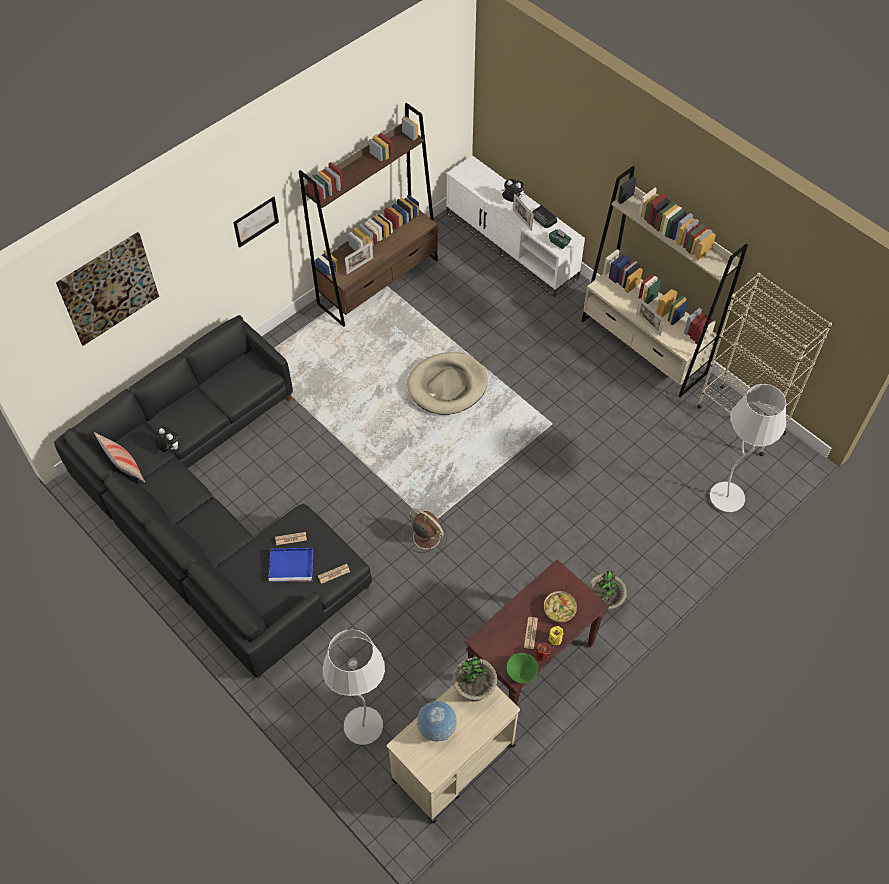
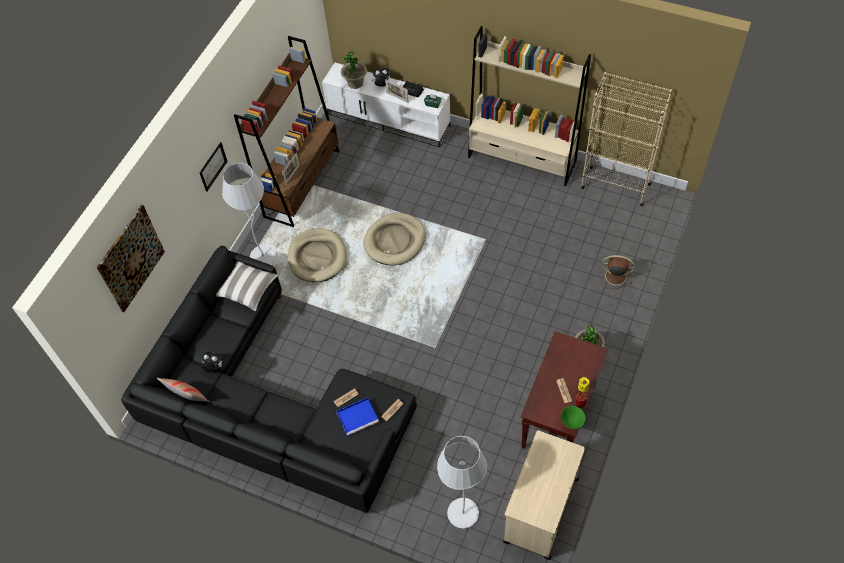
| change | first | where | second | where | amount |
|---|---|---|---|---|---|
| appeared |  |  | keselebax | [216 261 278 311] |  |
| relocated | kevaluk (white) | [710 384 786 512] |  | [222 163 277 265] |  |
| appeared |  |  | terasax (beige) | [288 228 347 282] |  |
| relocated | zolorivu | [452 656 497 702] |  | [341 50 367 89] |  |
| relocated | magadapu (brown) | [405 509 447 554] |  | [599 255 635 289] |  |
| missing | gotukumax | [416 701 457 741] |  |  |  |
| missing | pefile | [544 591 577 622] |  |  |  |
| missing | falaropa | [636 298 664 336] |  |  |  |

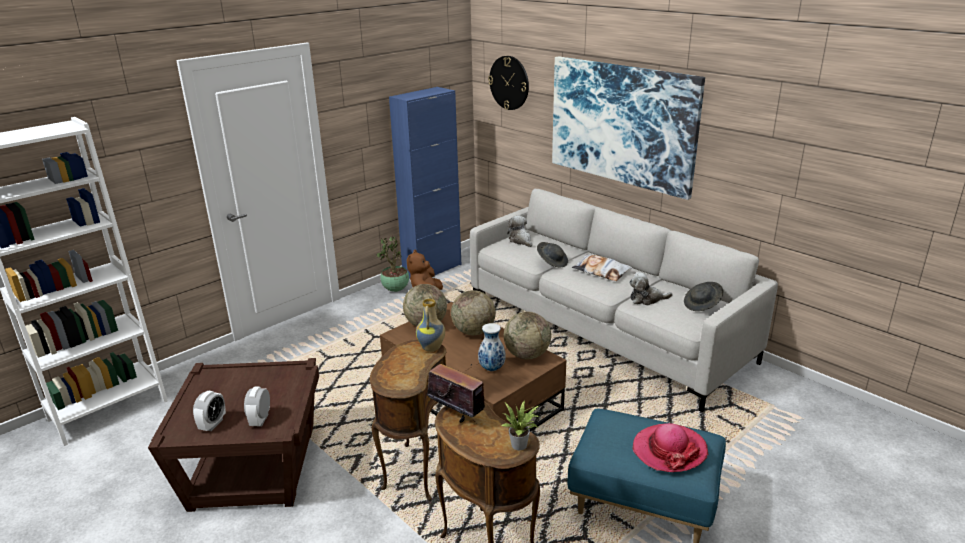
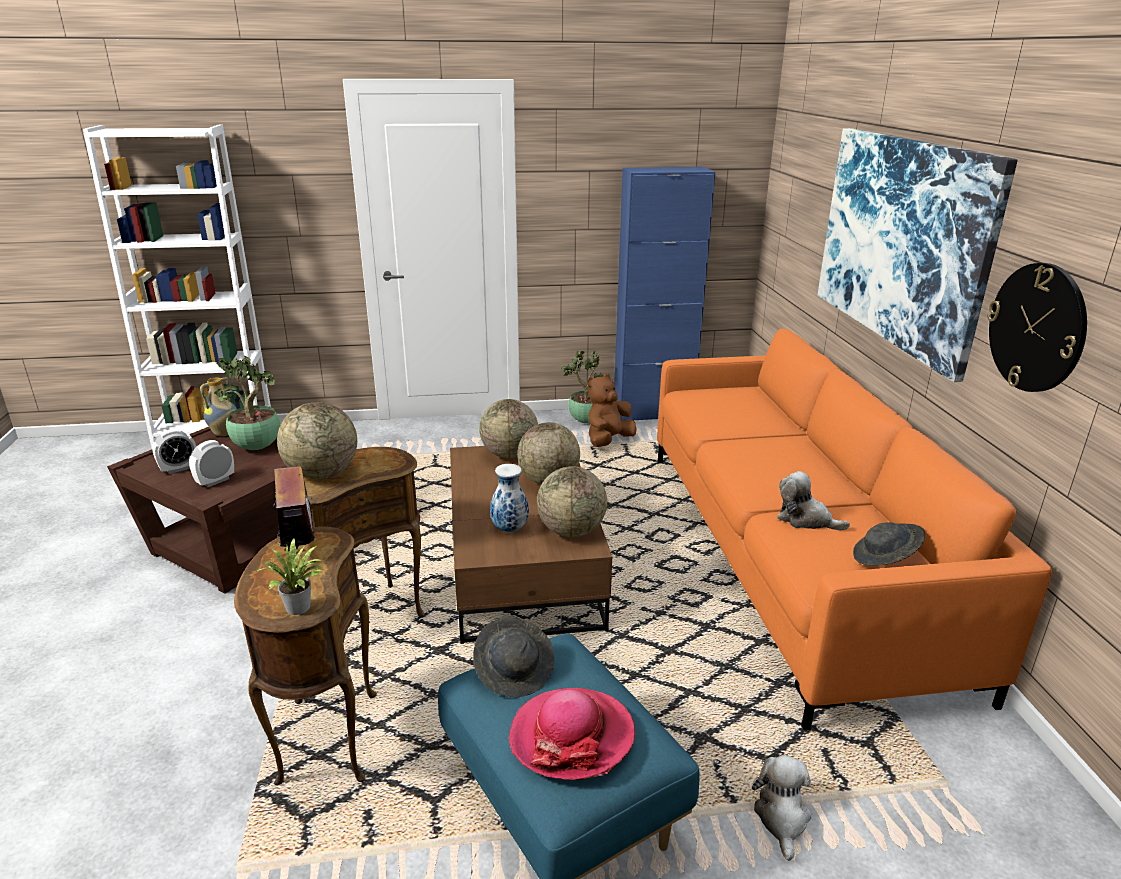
| change | first | where | second | where | amount |
|---|---|---|---|---|---|
| relocated | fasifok | [416 297 445 352] |  | [200 377 237 436] |  |
| appeared |  |  | zolorivu | [214 356 280 450] |  |
| appeared |  |  | gotukumax | [277 402 357 479] |  |
| relocated | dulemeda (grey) | [537 242 568 268] |  | [473 617 554 697] |  |
| colour | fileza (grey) | [470 189 778 412] | fileza (orange) | [657 328 1052 730] |  |
| relocated | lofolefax | [507 216 532 247] |  | [752 755 812 861] |  |
| relocated | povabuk | [488 56 529 110] |  | [987 263 1087 392] |  |
| missing | keselebax | [572 254 632 281] |  |  |  |

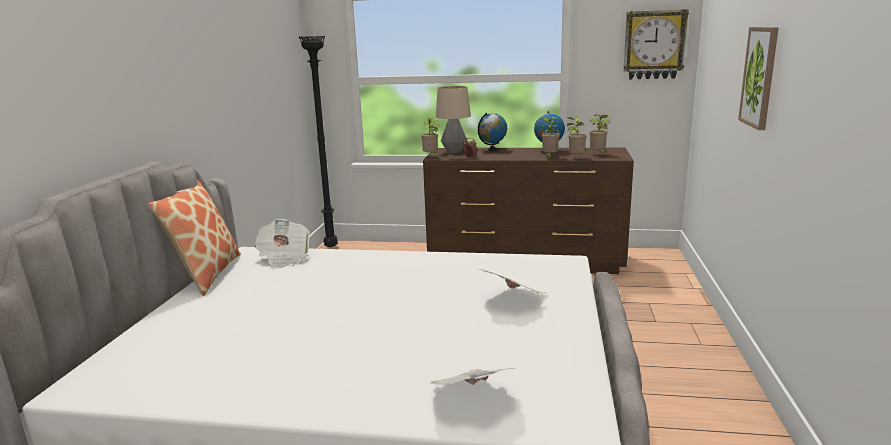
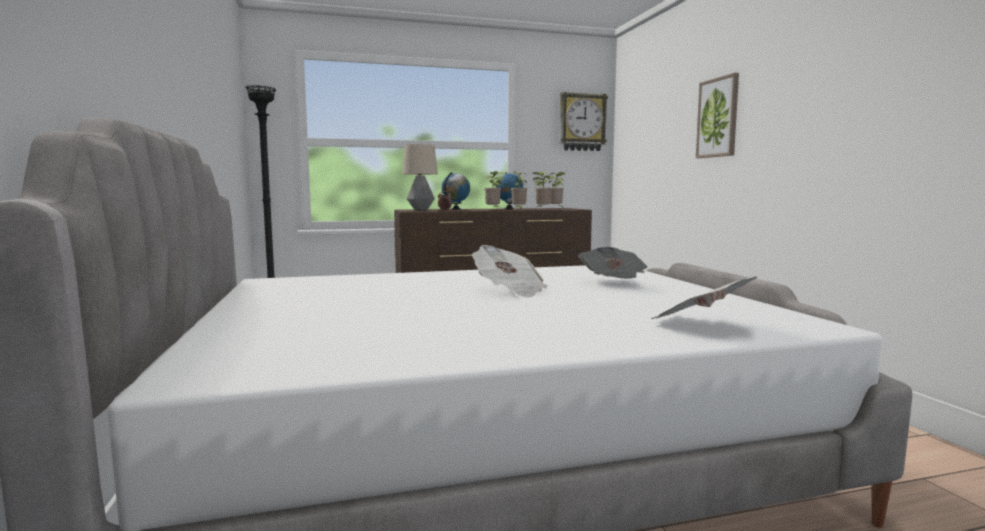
| change | first | where | second | where | amount |
|---|---|---|---|---|---|
| relocated | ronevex | [254 219 310 269] |  | [472 245 548 298] |  |
| relocated | zolorivu | [421 118 439 156] |  | [485 171 504 207] |  |
| missing | keselebax | [148 180 241 296] |  |  |  |

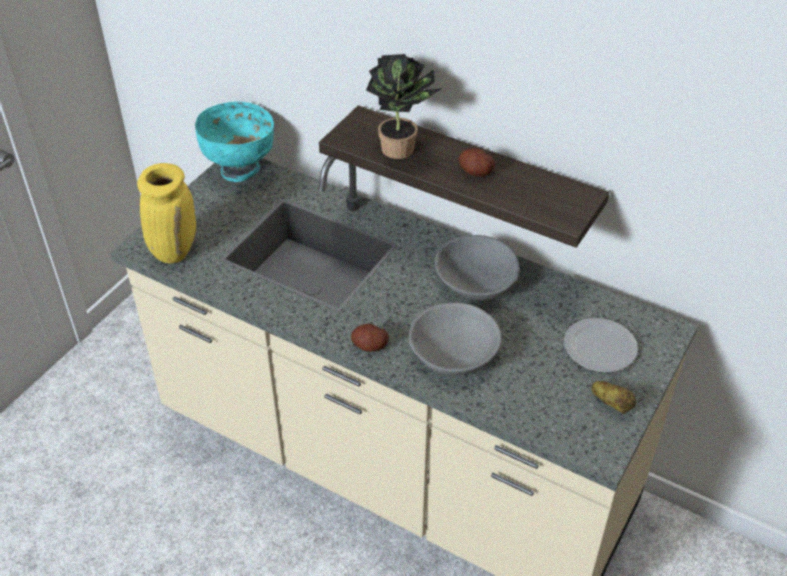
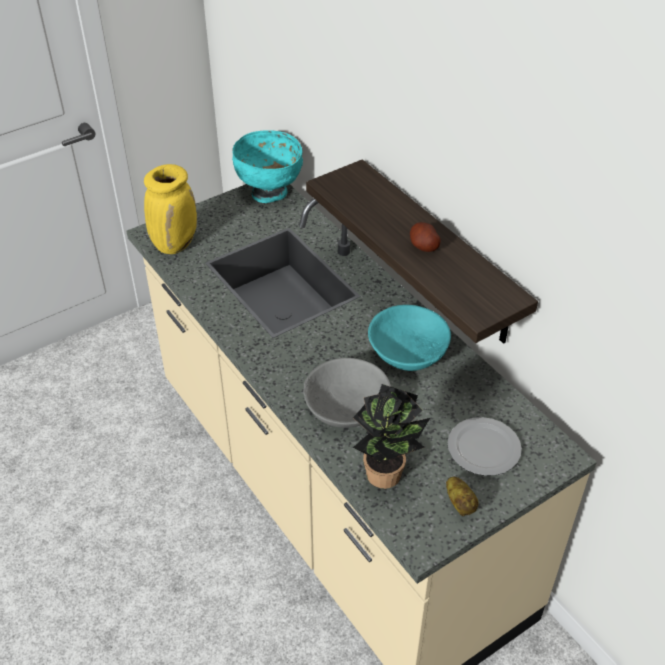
| change | first | where | second | where | amount |
|---|---|---|---|---|---|
| relocated | zolorivu | [366 54 442 159] |  | [353 384 430 489] |  |
| colour | pefile (grey) | [435 235 520 301] | pefile (turquoise) | [368 305 451 371] |  |
| missing | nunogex | [351 324 389 352] |  |  |  |

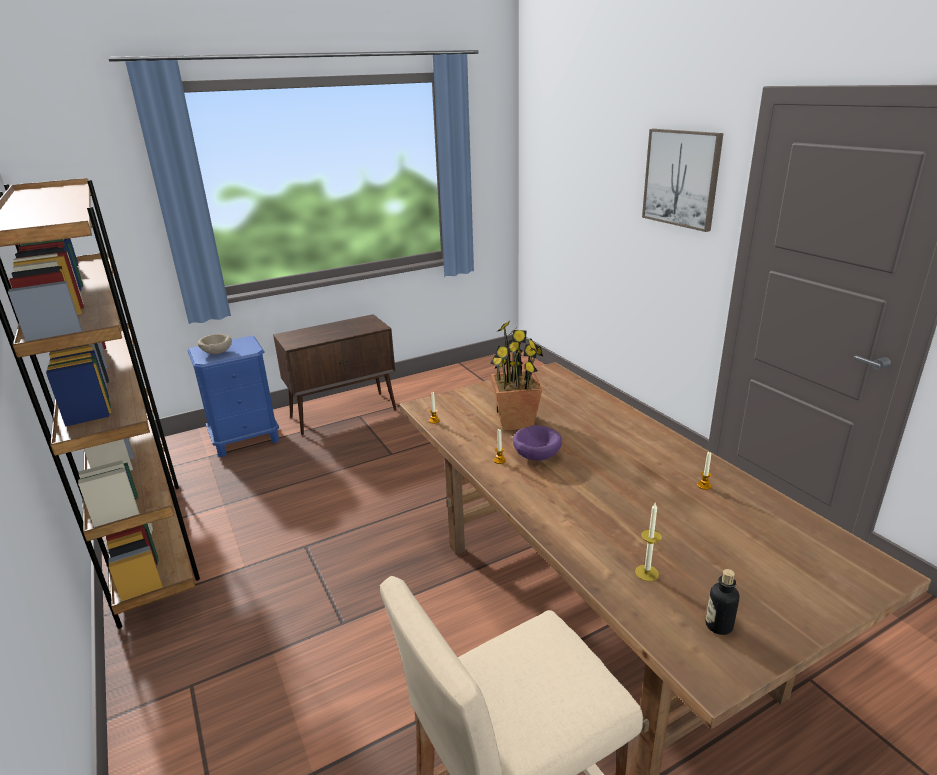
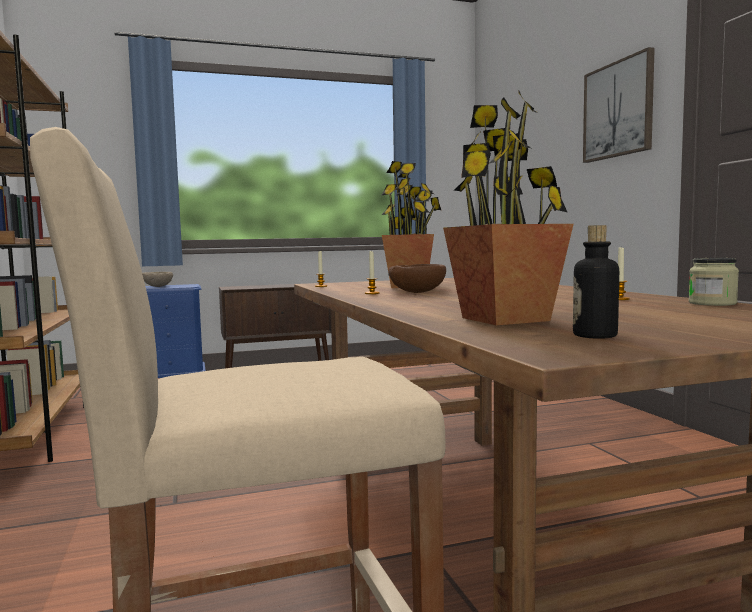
| change | first | where | second | where | amount |
|---|---|---|---|---|---|
| colour | pefile (purple) | [513 425 562 461] | pefile (brown) | [388 264 446 293] |  |
| exchanged | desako | [635 503 662 581] | zolorivu | [443 91 573 325] |  |
| appeared |  |  | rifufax | [688 258 739 306] |  |

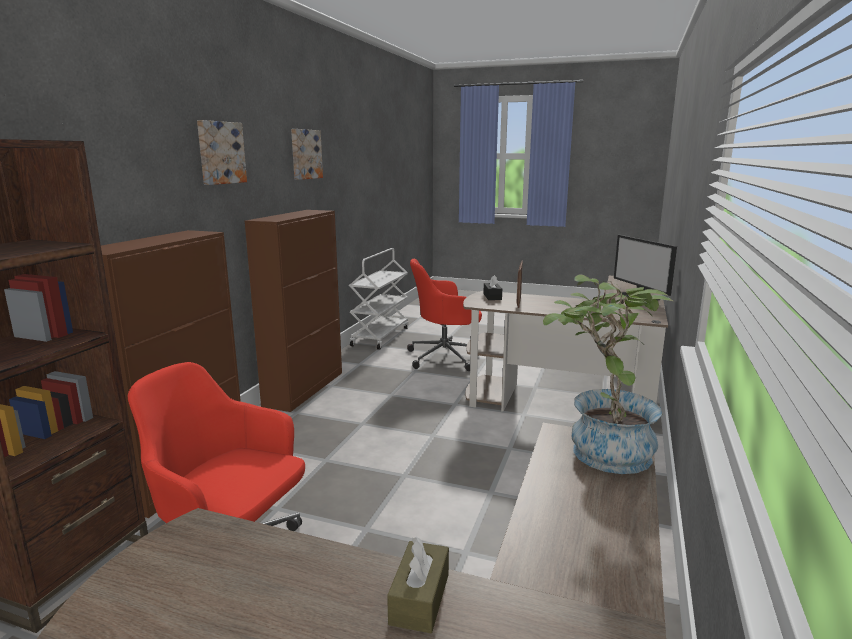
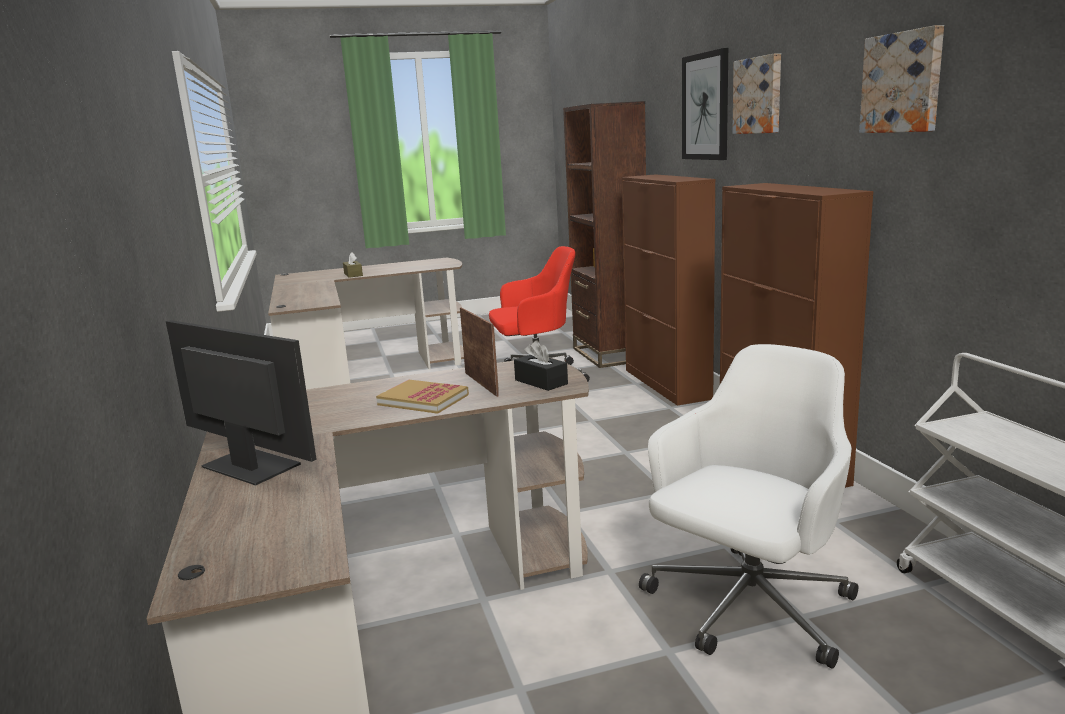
| change | first | where | second | where | amount |
|---|---|---|---|---|---|
| appeared |  |  | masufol | [376 380 469 414] |  |
| colour | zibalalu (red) | [407 259 482 371] | zibalalu (white) | [639 344 858 668] |  |
| appeared |  |  | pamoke | [682 48 728 160] |  |
| missing | zolorivu | [543 275 673 474] |  |  |  |

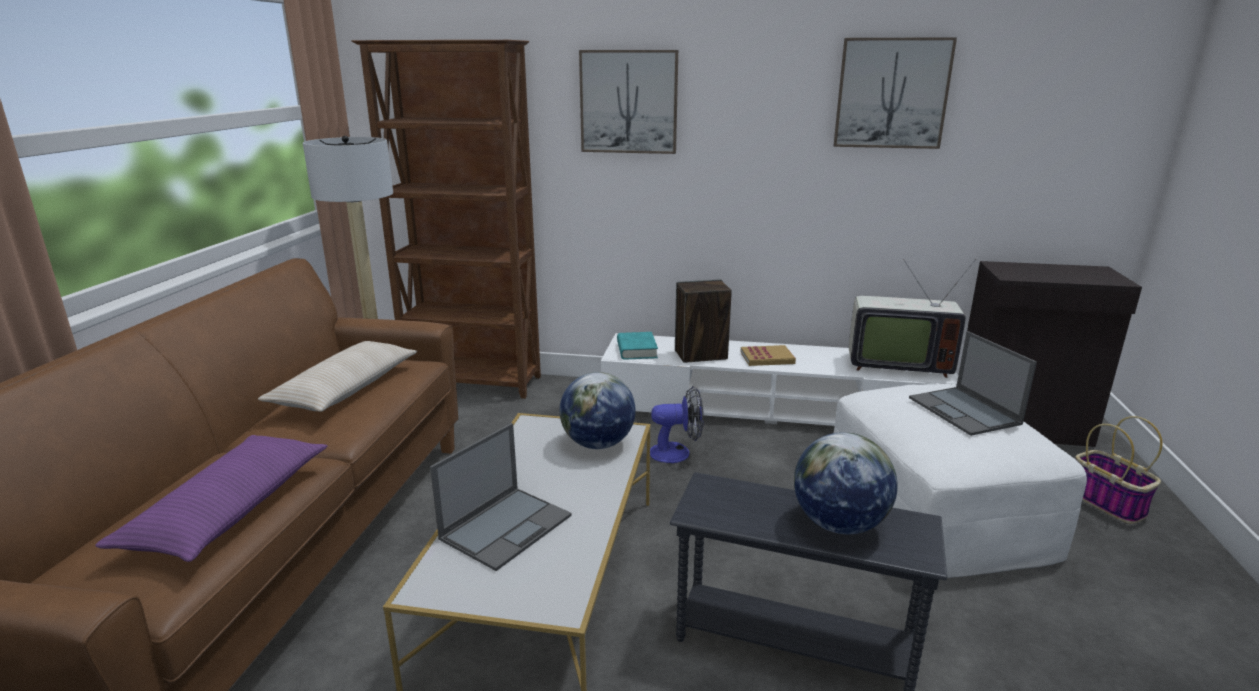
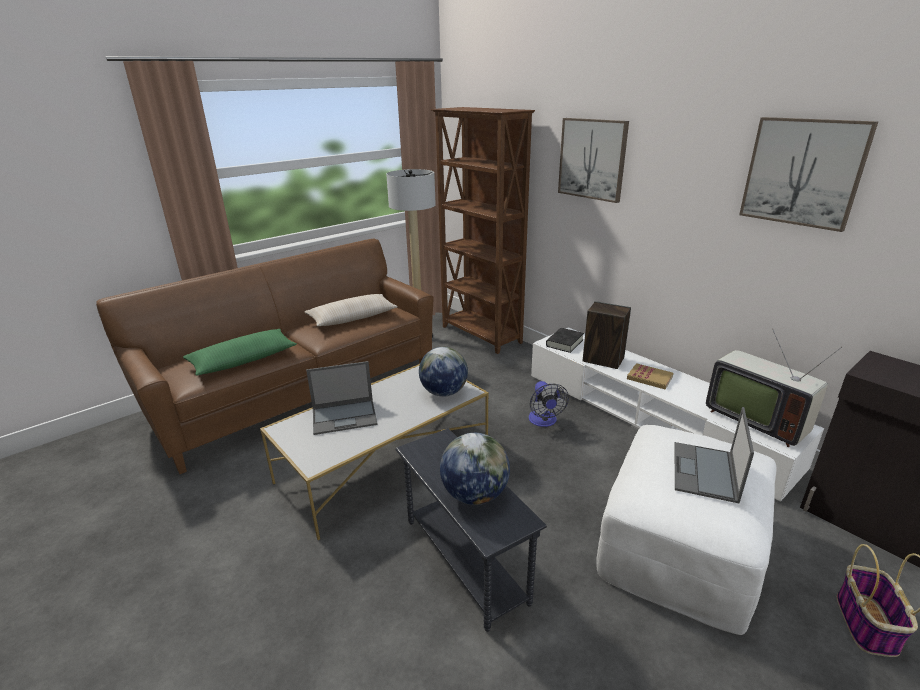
| change | first | where | second | where | amount |
|---|---|---|---|---|---|
| colour | keselebax (purple) | [95 435 328 562] | keselebax (green) | [183 329 297 375] |  |
| spun | magadapu | [650 386 704 463] |  | [528 381 569 427] | 45 degrees clockwise |
| colour | masufol (turquoise) | [617 332 658 360] | masufol (black) | [546 328 584 353] |  |

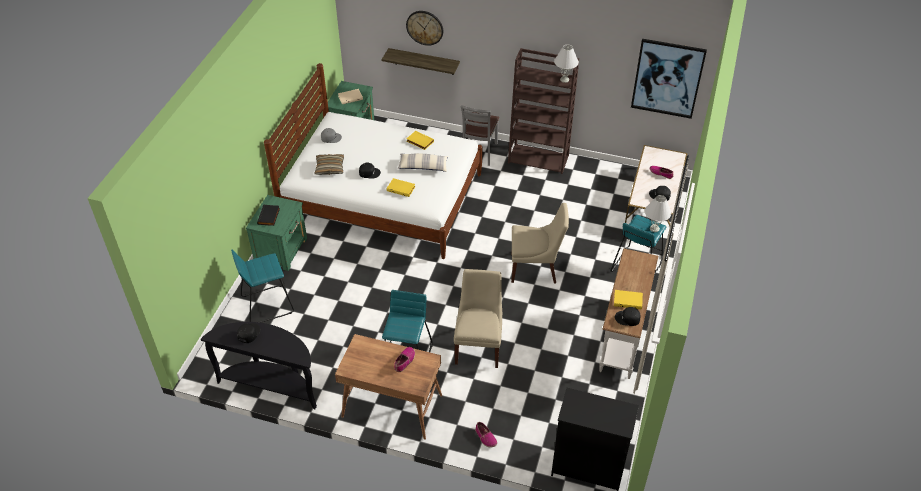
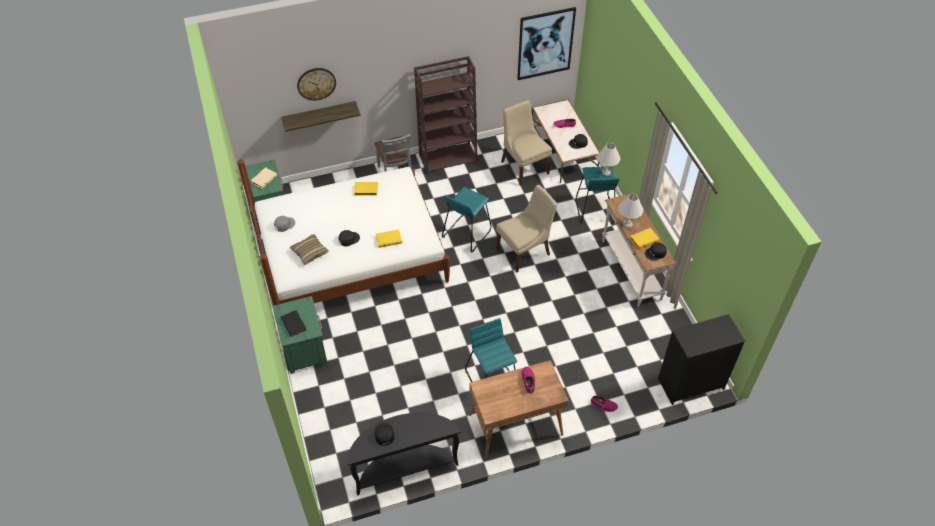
| change | first | where | second | where | amount |
|---|---|---|---|---|---|
| relocated | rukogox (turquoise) | [231 250 294 323] |  | [442 187 492 252] |  |
| relocated | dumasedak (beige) | [454 269 502 368] |  | [501 100 552 186] |  |
| relocated | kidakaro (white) | [554 45 579 83] |  | [618 194 643 228] |  |
| missing | keselebax | [398 153 449 172] |  |  |  |

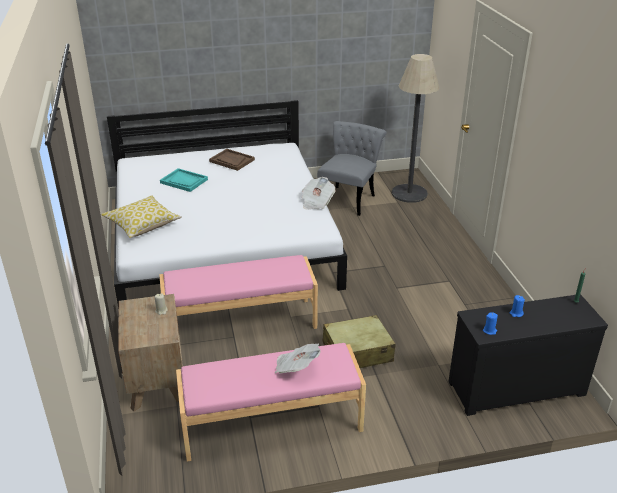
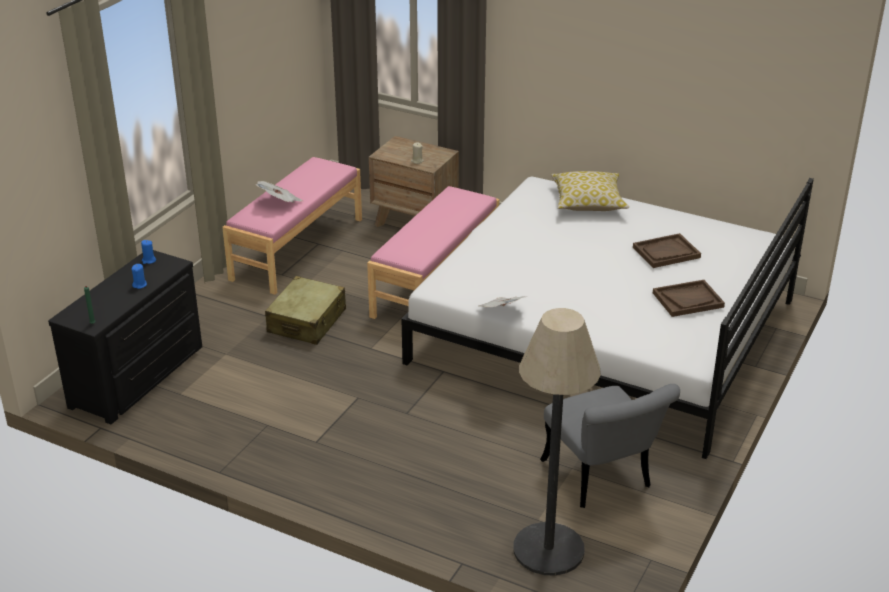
| change | first | where | second | where | amount |
|---|---|---|---|---|---|
| colour | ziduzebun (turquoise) | [160 168 208 192] | ziduzebun (brown) | [633 233 701 268] |  |

